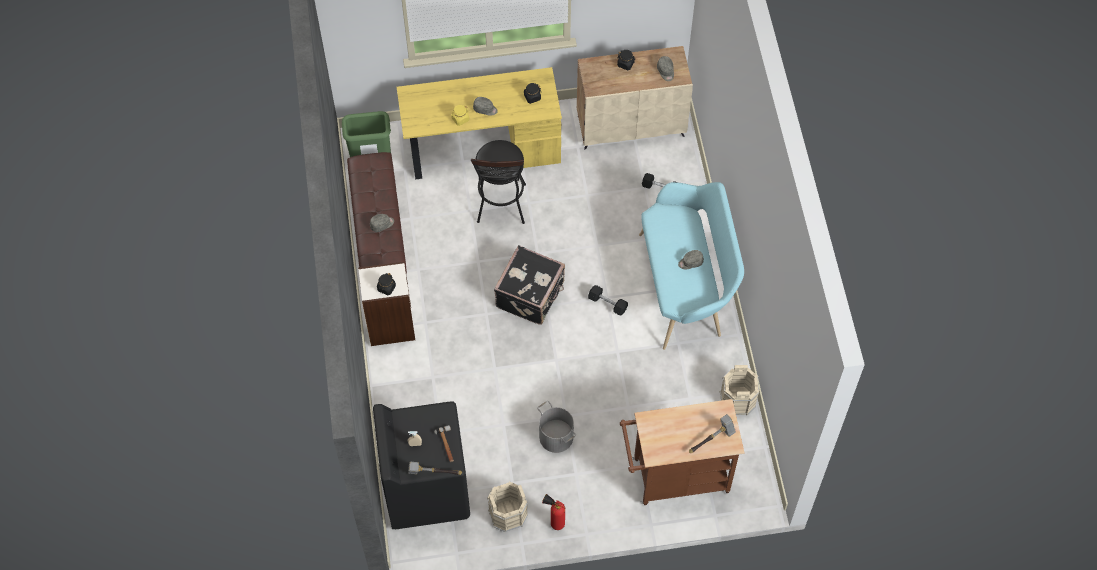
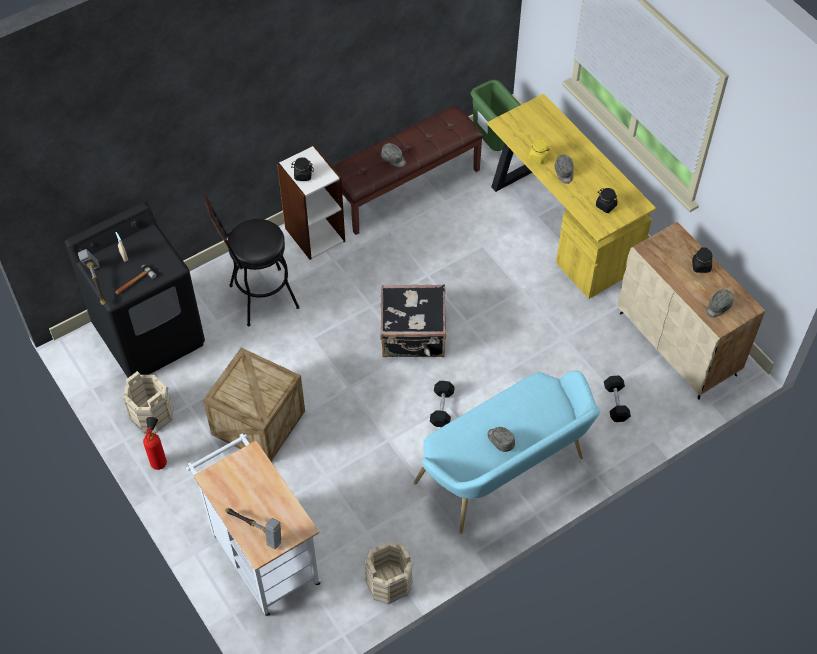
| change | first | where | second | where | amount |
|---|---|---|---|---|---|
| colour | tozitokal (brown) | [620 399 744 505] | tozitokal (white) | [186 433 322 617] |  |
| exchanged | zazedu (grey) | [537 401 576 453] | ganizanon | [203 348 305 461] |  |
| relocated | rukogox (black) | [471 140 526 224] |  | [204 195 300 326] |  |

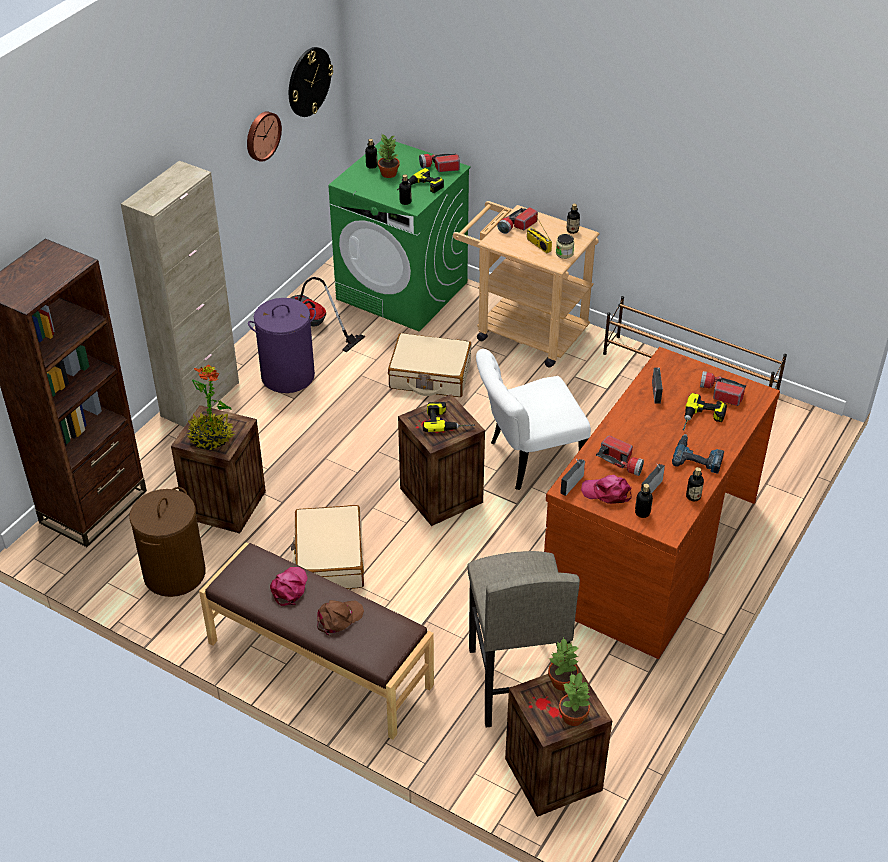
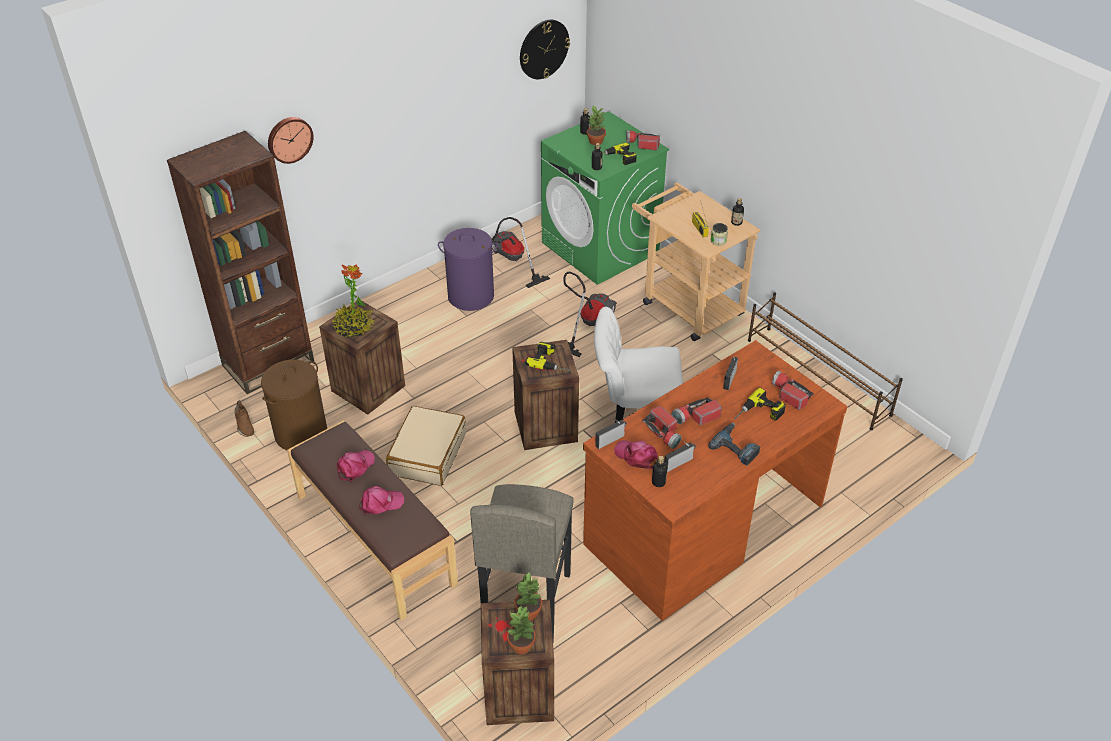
| change | first | where | second | where | amount |
|---|---|---|---|---|---|
| appeared |  |  | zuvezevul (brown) | [235 400 254 437] |  |
| relocated | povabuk | [247 111 282 162] |  | [268 117 314 164] |  |
| colour | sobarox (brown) | [317 600 364 636] | sobarox (pink) | [359 486 404 516] |  |
| exchanged | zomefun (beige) | [388 333 472 397] | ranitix | [563 272 617 357] |  |
| relocated | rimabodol | [497 207 538 234] |  | [672 397 722 425] |  |
| missing | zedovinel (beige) | [121 161 239 427] |  |  |  |
| missing | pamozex | [686 467 704 501] |  |  |  |

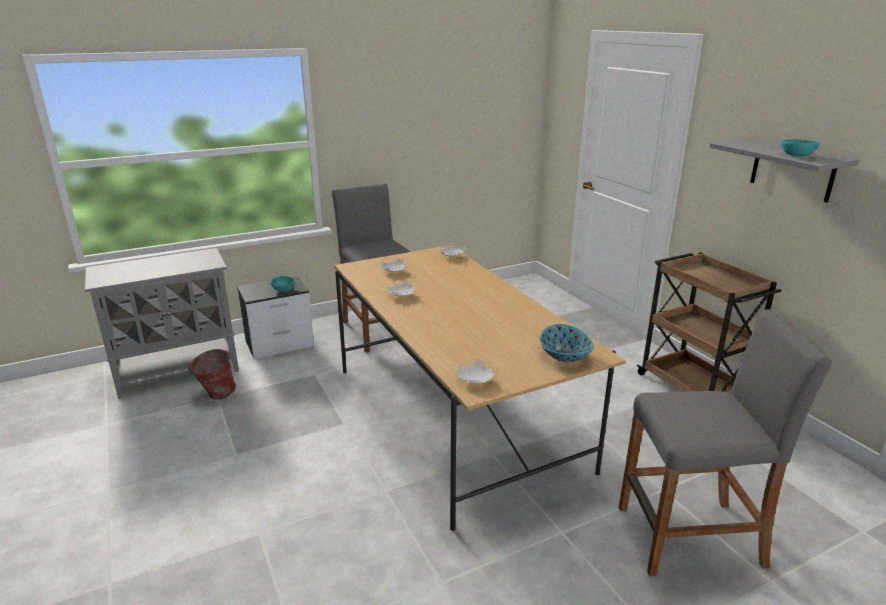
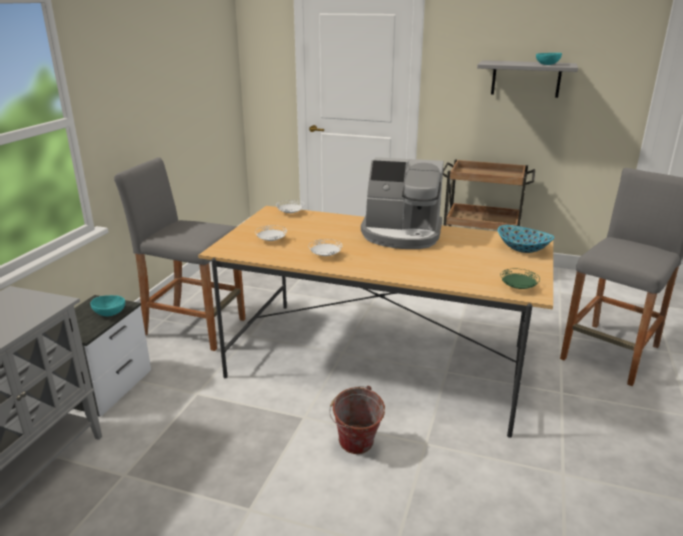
| change | first | where | second | where | amount |
|---|---|---|---|---|---|
| relocated | zazedu | [187 349 236 400] |  | [329 386 385 454] |  |
| appeared |  |  | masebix | [361 157 444 249] |  |
| colour | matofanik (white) | [455 359 496 383] | matofanik (green) | [500 269 540 289] |  |

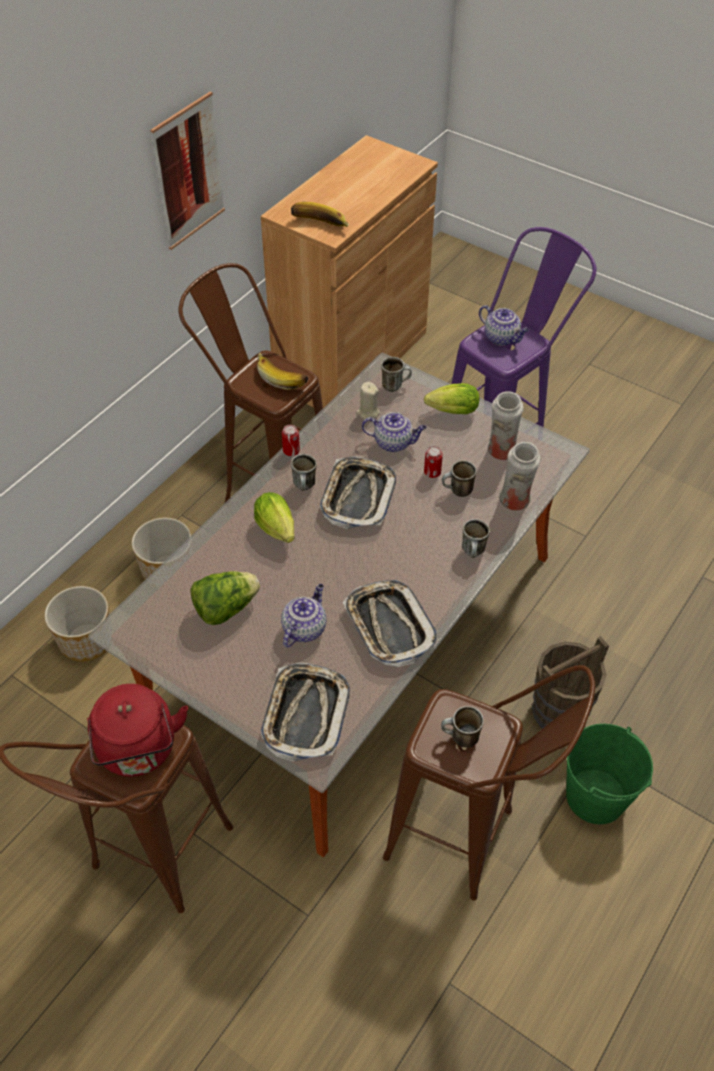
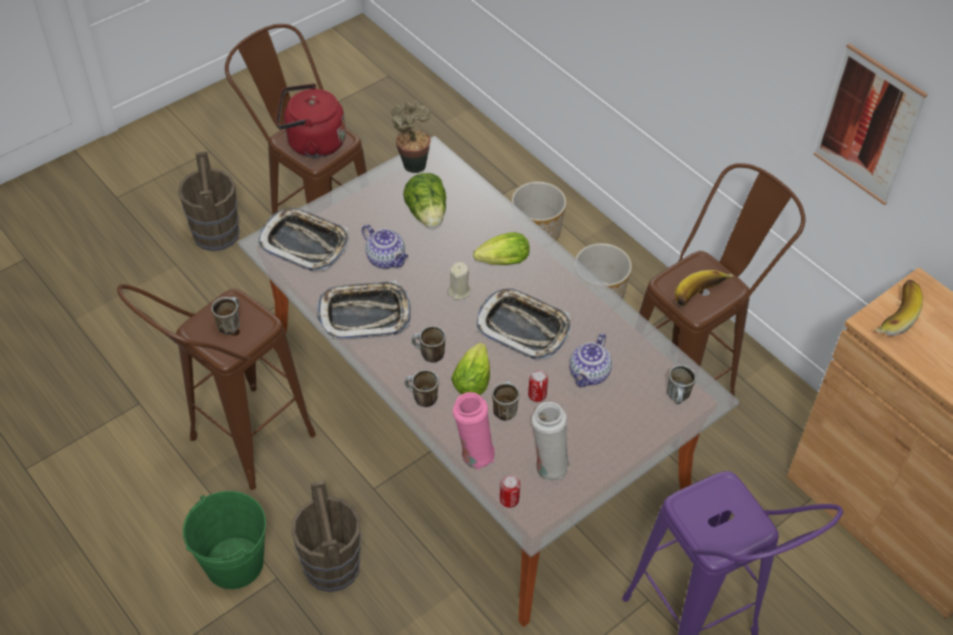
| change | first | where | second | where | amount |
|---|---|---|---|---|---|
| appeared |  |  | zazedu (brown) | [178 151 240 251] |  |
| appeared |  |  | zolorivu | [391 100 431 173] |  |
| relocated | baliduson | [291 454 317 491] |  | [411 326 446 363] |  |
| relocated | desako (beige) | [356 382 380 419] |  | [447 262 471 300] |  |
| relocated | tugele | [424 383 479 414] |  | [451 343 490 395] |  |
| colour | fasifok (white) | [499 442 541 510] | fasifok (pink) | [453 392 495 470] |  |
| relocated | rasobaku | [282 425 300 456] |  | [500 474 520 508] |  |
| missing | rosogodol | [479 305 529 346] |  |  |  |

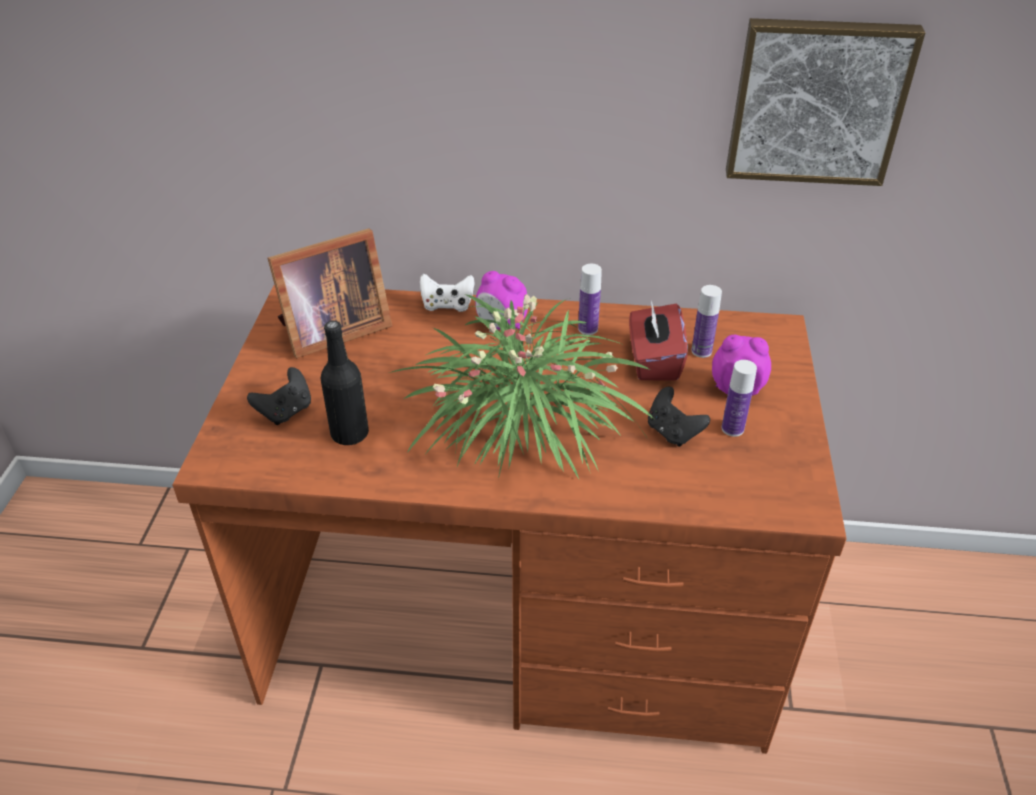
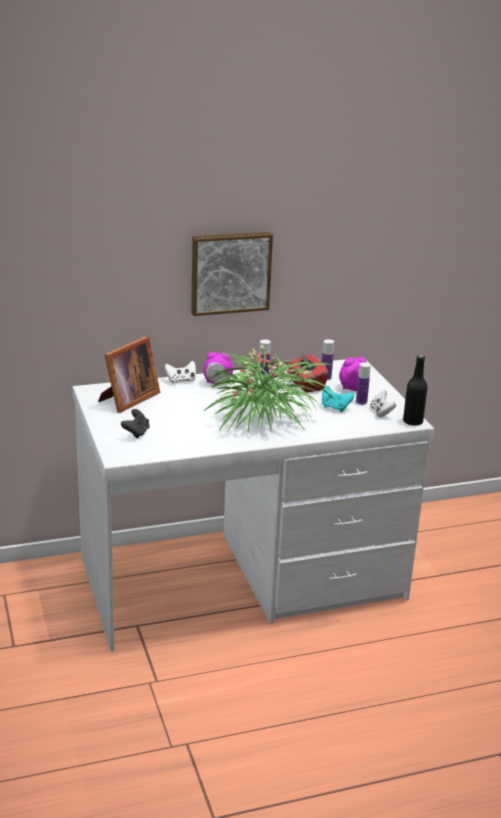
| change | first | where | second | where | amount |
|---|---|---|---|---|---|
| colour | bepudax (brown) | [172 284 847 754] | bepudax (white) | [72 358 434 651] |  |
| relocated | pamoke | [726 18 925 186] |  | [191 232 273 316] |  |
| colour | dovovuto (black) | [648 387 710 447] | dovovuto (turquoise) | [322 386 354 412] |  |
| appeared |  |  | dovovuto (white) | [370 390 397 417] |  |
| relocated | pamozex (black) | [320 321 369 445] |  | [403 355 427 426] |  |

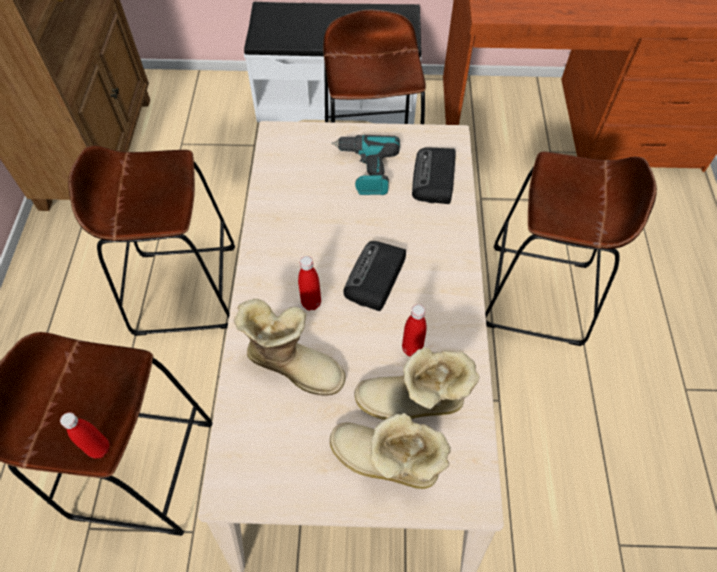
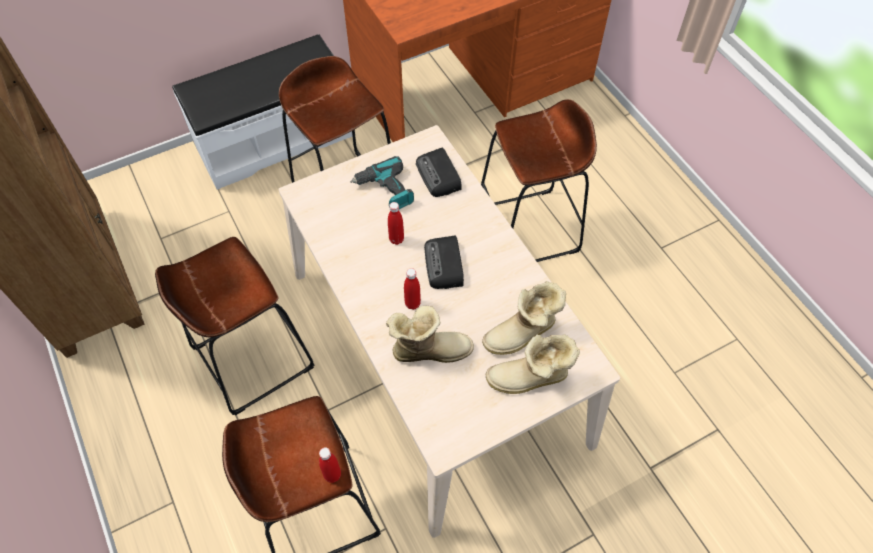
| change | first | where | second | where | amount |
|---|---|---|---|---|---|
| relocated | pamozex (red) | [402 304 427 357] |  | [388 202 404 245] |  |

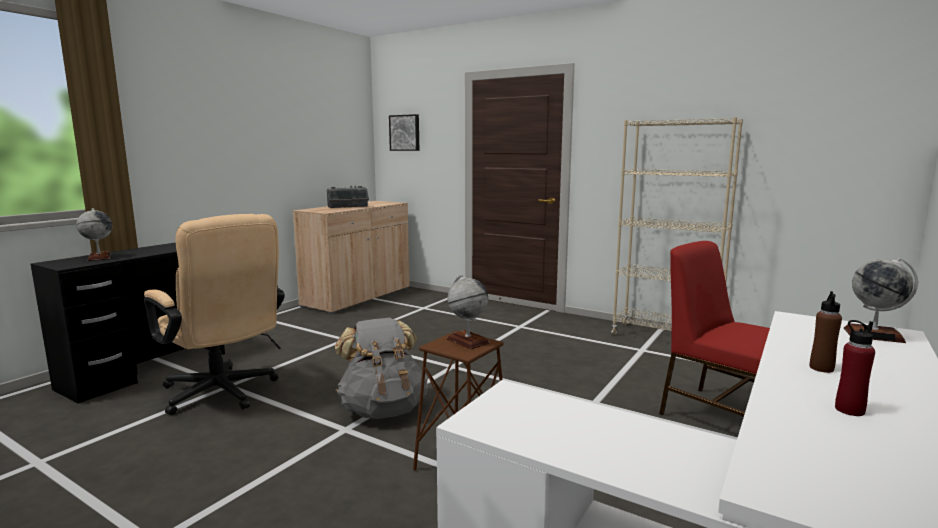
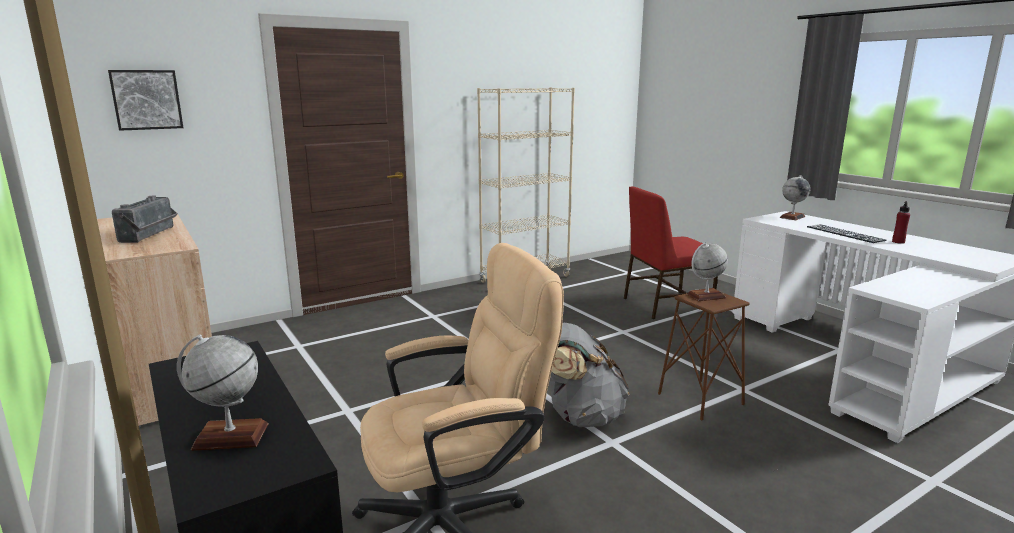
| change | first | where | second | where | amount |
|---|---|---|---|---|---|
| exchanged | pamozex (brown) | [810 291 842 373] | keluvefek | [807 224 887 243] |  |

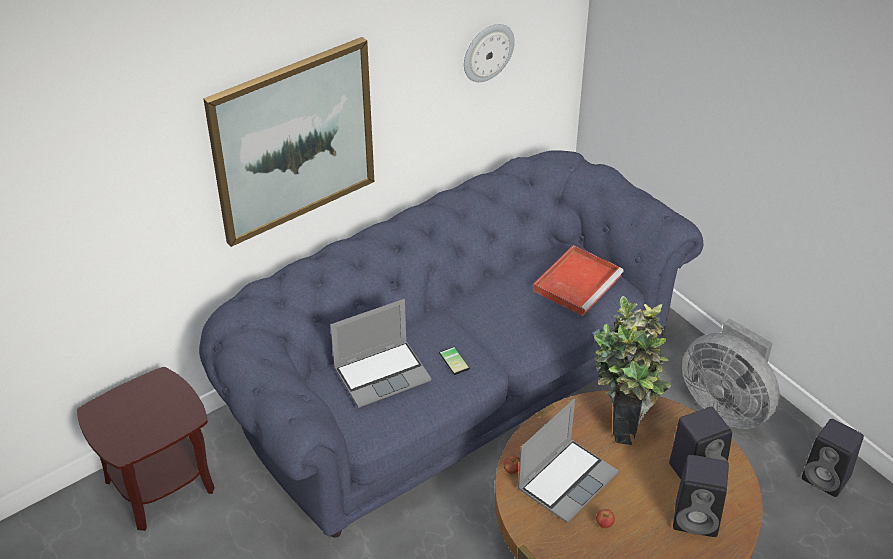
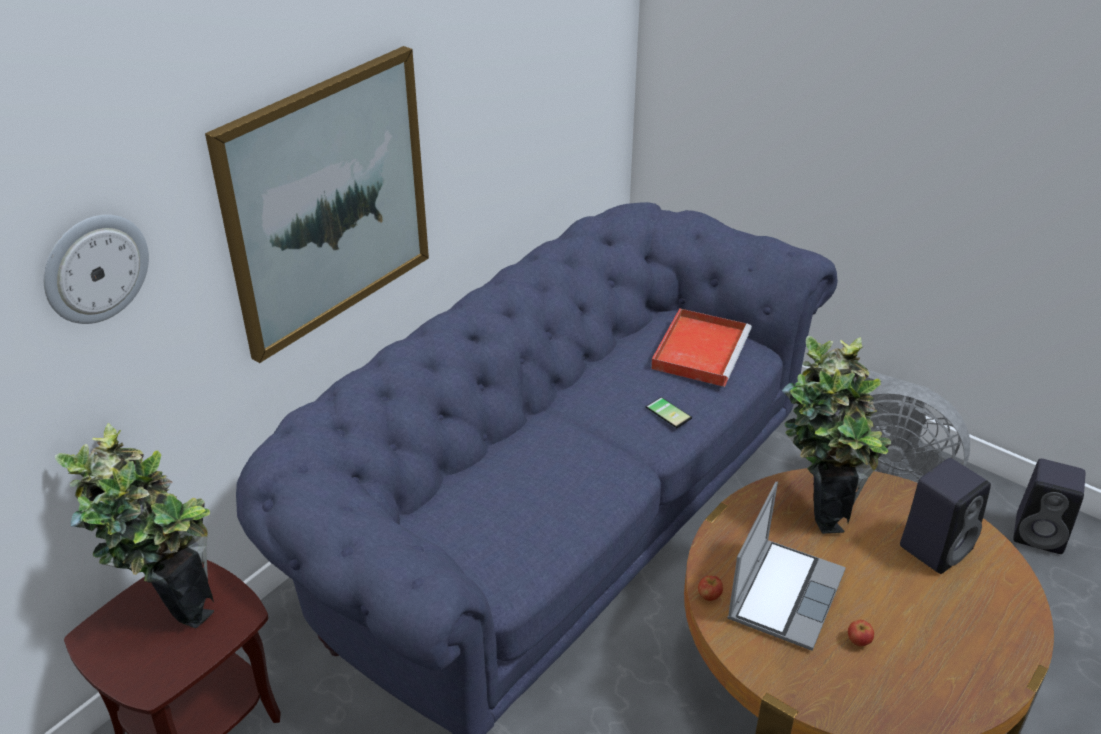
| change | first | where | second | where | amount |
|---|---|---|---|---|---|
| relocated | povabuk | [464 24 515 82] |  | [44 215 149 324] |  |
| appeared |  |  | zolorivu | [55 423 214 628] |  |
| relocated | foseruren | [439 346 470 375] |  | [646 397 692 428] |  |
| missing | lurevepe | [330 299 431 408] |  |  |  |
| missing | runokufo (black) | [673 455 729 537] |  |  |  |

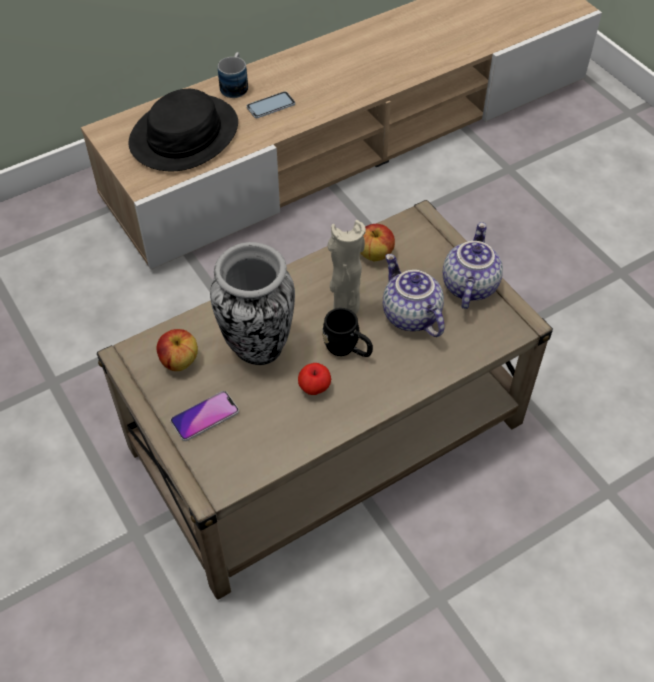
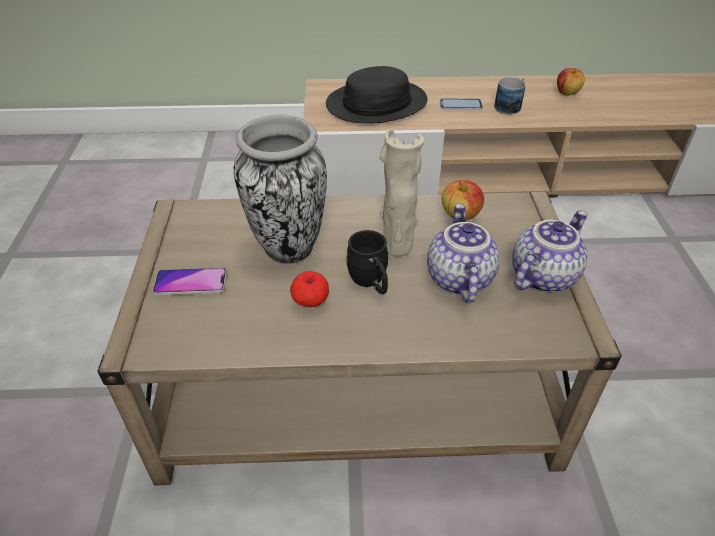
| change | first | where | second | where | amount |
|---|---|---|---|---|---|
| relocated | baliduson | [218 52 248 98] |  | [494 77 525 115] |  |
| relocated | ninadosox | [156 329 198 371] |  | [557 68 585 96] |  |

